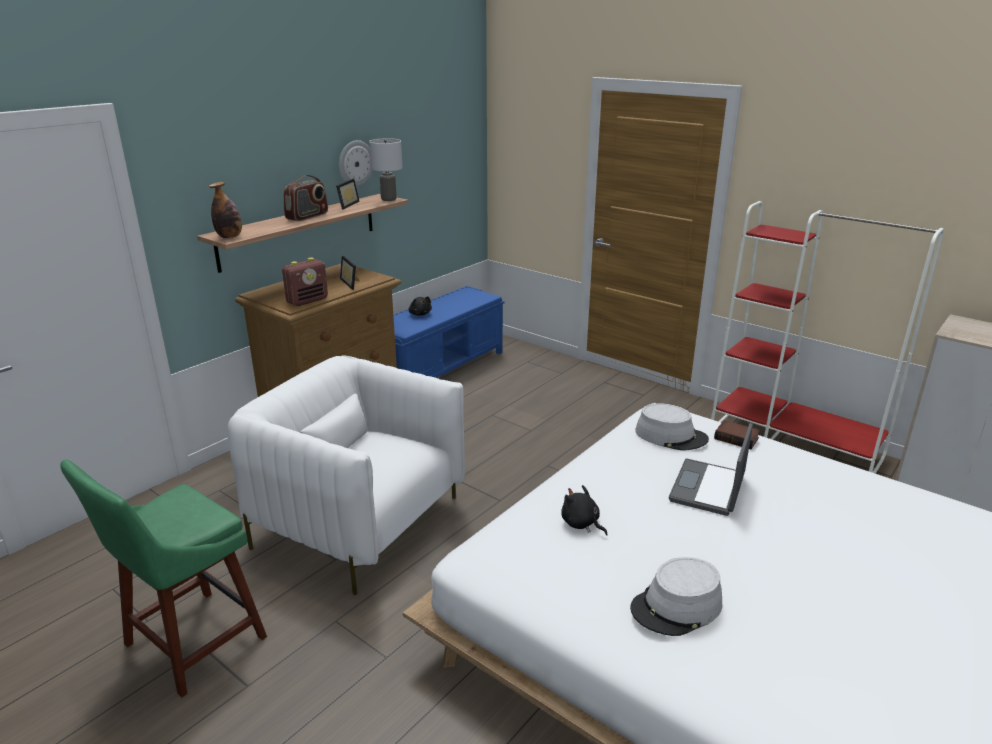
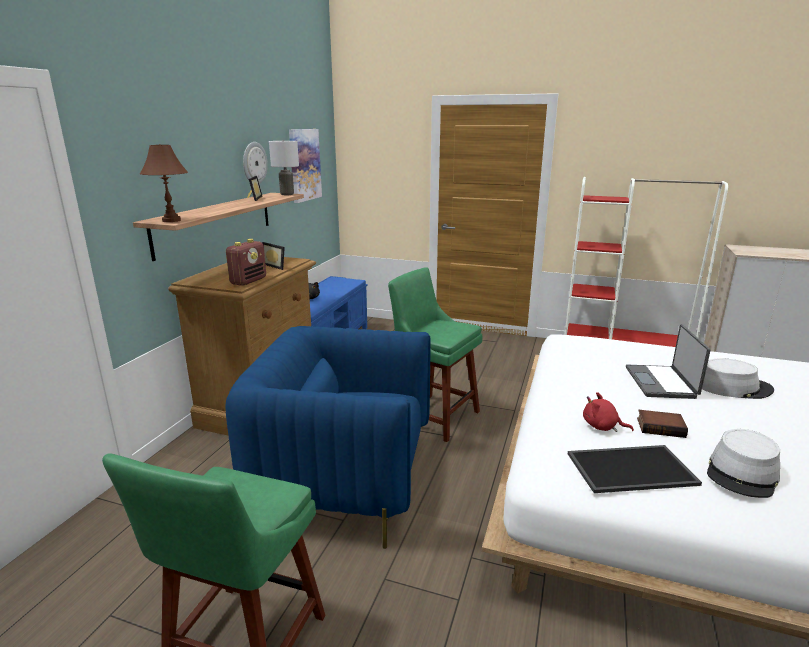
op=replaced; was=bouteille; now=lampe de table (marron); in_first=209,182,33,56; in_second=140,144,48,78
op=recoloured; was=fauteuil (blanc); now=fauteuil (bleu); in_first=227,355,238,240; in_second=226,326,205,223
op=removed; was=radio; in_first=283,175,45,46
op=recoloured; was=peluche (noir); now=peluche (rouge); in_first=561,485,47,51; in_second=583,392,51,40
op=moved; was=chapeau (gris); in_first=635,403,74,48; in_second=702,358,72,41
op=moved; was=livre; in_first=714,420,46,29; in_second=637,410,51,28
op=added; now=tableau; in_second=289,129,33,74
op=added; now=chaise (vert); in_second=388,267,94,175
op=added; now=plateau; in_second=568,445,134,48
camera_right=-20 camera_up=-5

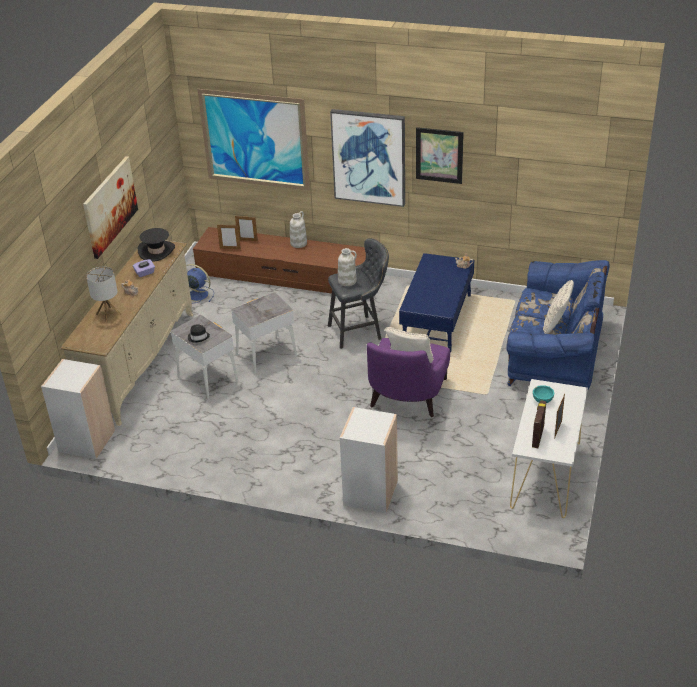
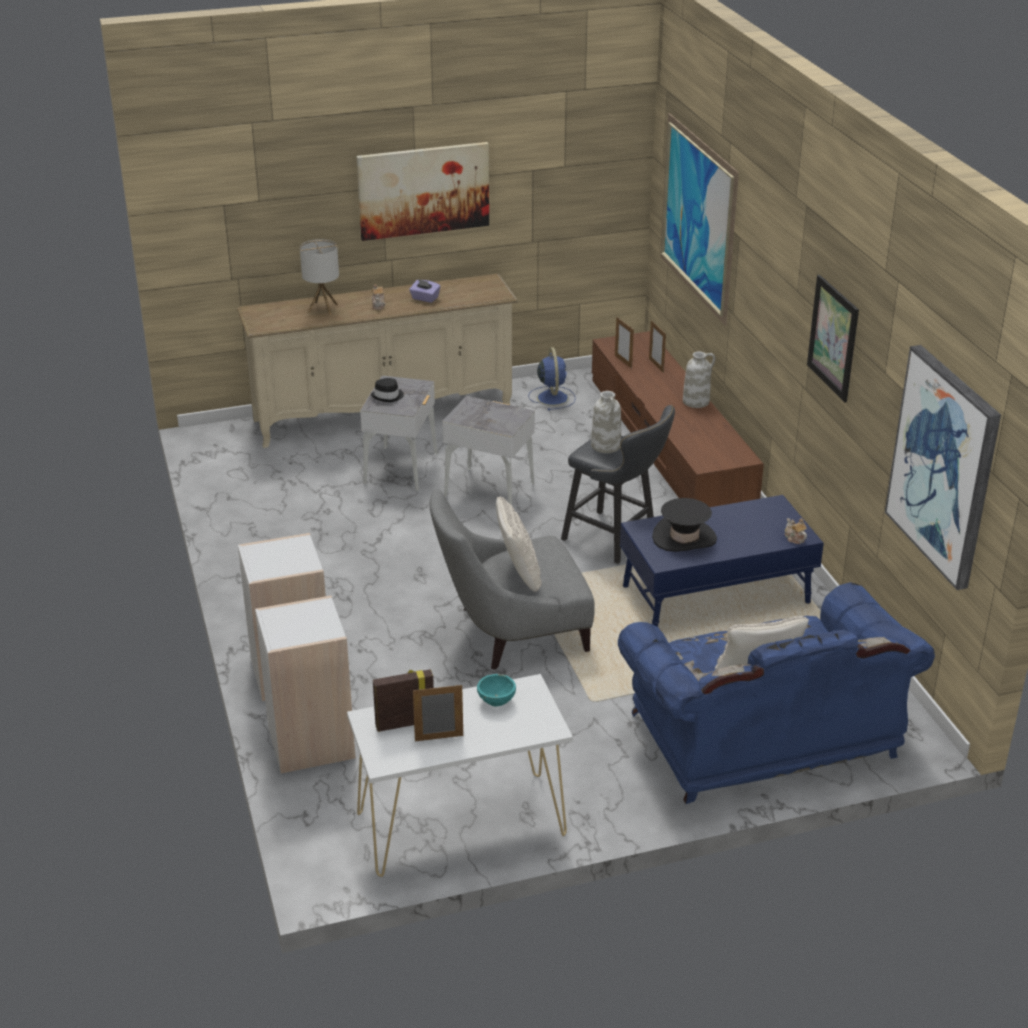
op=moved; was=bibliothèque; in_first=41,359,74,100; in_second=255,596,100,178
op=moved; was=chapeau (noir); in_first=138,228,37,34; in_second=652,498,65,54
op=moved; was=tableau; in_first=330,109,75,98; in_second=885,345,116,245
op=recoloured; was=fauteuil (violet); now=fauteuil (gris); in_first=367,338,83,79; in_second=429,489,166,181
camera_right=55 camera_up=-5

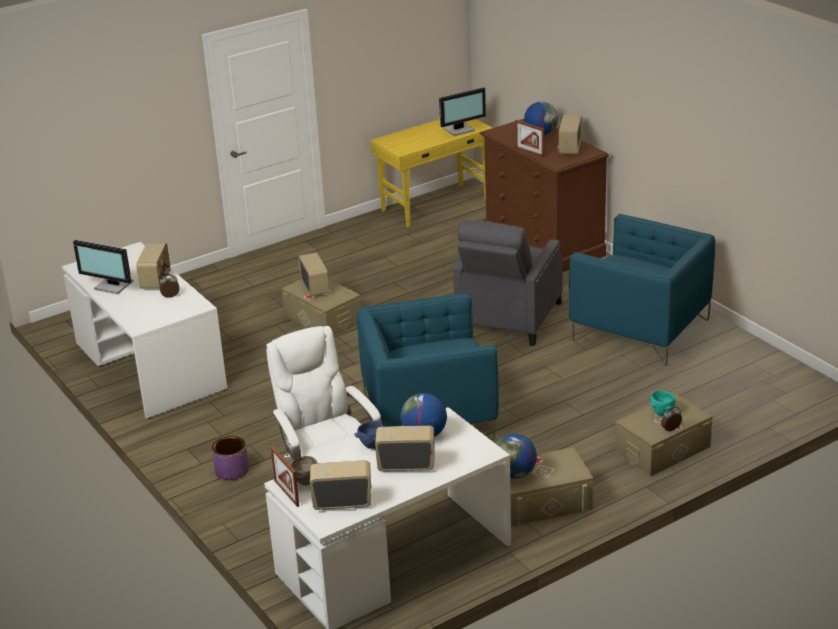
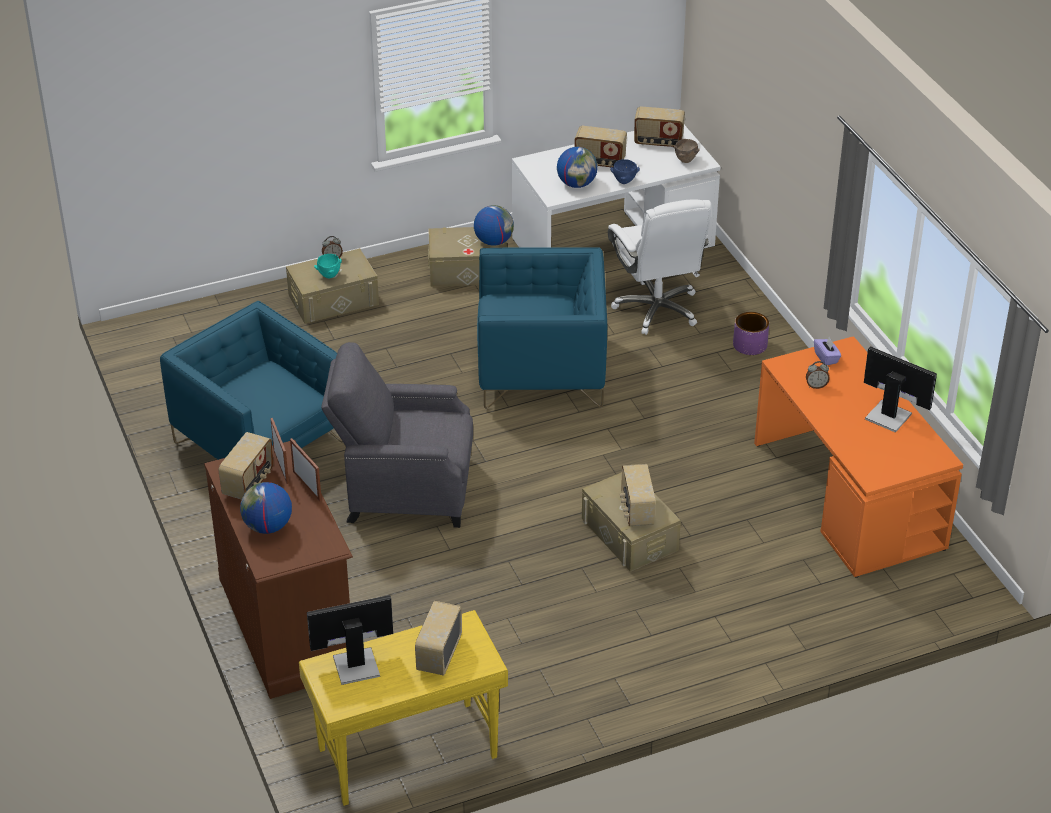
op=recoloured; was=bureau (blanc); now=bureau (orange); in_first=62,242,165,177; in_second=754,336,209,242
op=moved; was=radio; in_first=136,243,35,46; in_second=415,601,47,75
op=moved; was=cadre photo; in_first=271,446,28,61; in_second=270,418,19,66
op=turned; was=fauteuil (gris); in_first=453,220,110,126; in_second=321,342,152,186; clockwise=-120
op=added; now=boîte à mouchoirs (violet); in_second=814,337,27,28
camera_right=-170 camera_up=10

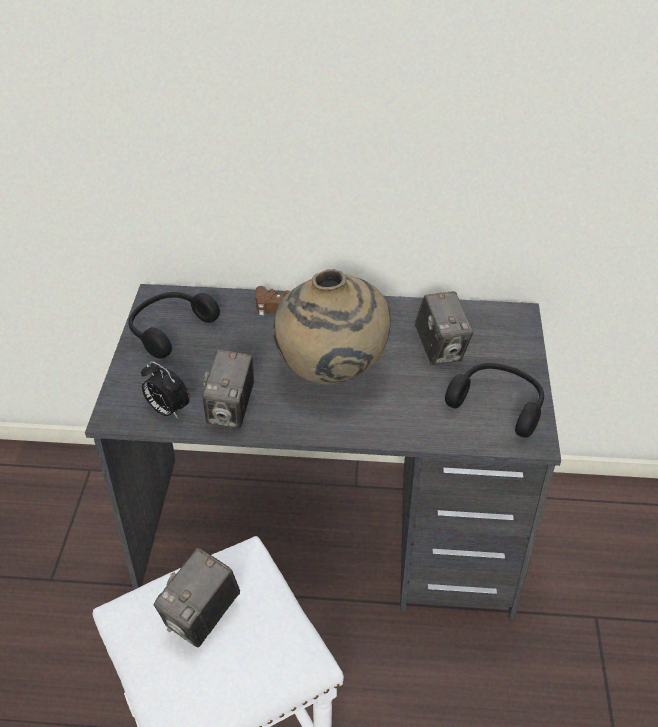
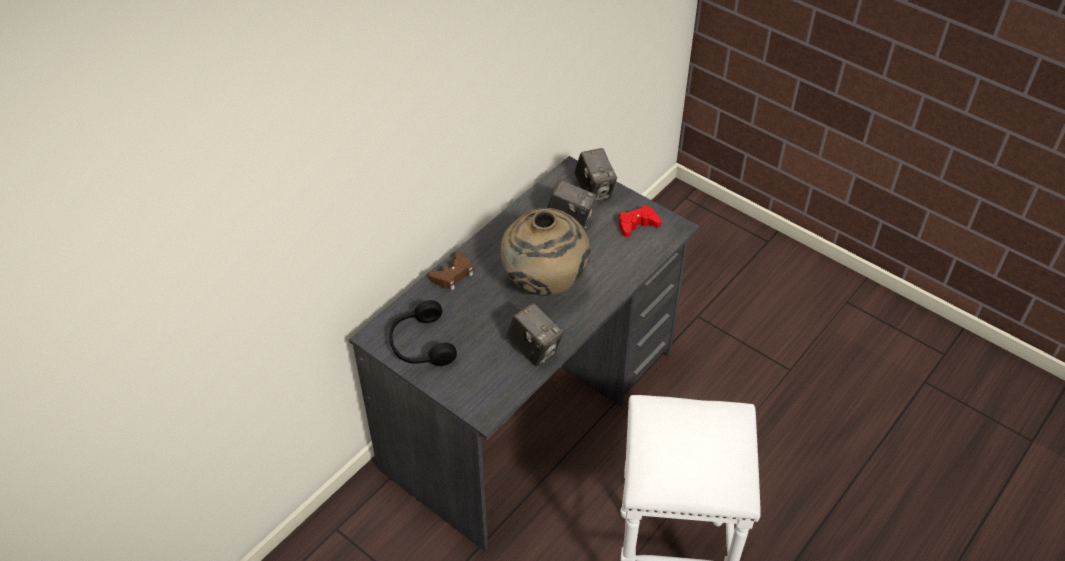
op=removed; was=réveil; in_first=141,361,49,58
op=moved; was=appareil photo; in_first=154,548,86,99; in_second=574,148,43,54
op=replaced; was=casque audio (noir); now=manette (rouge); in_first=445,363,99,75; in_second=619,205,43,32
camera_right=-55 camera_up=5

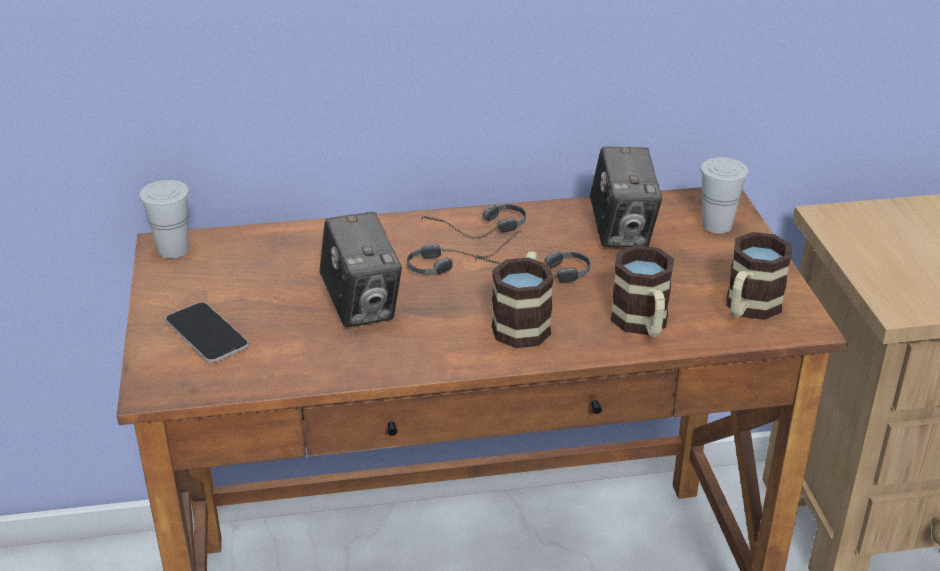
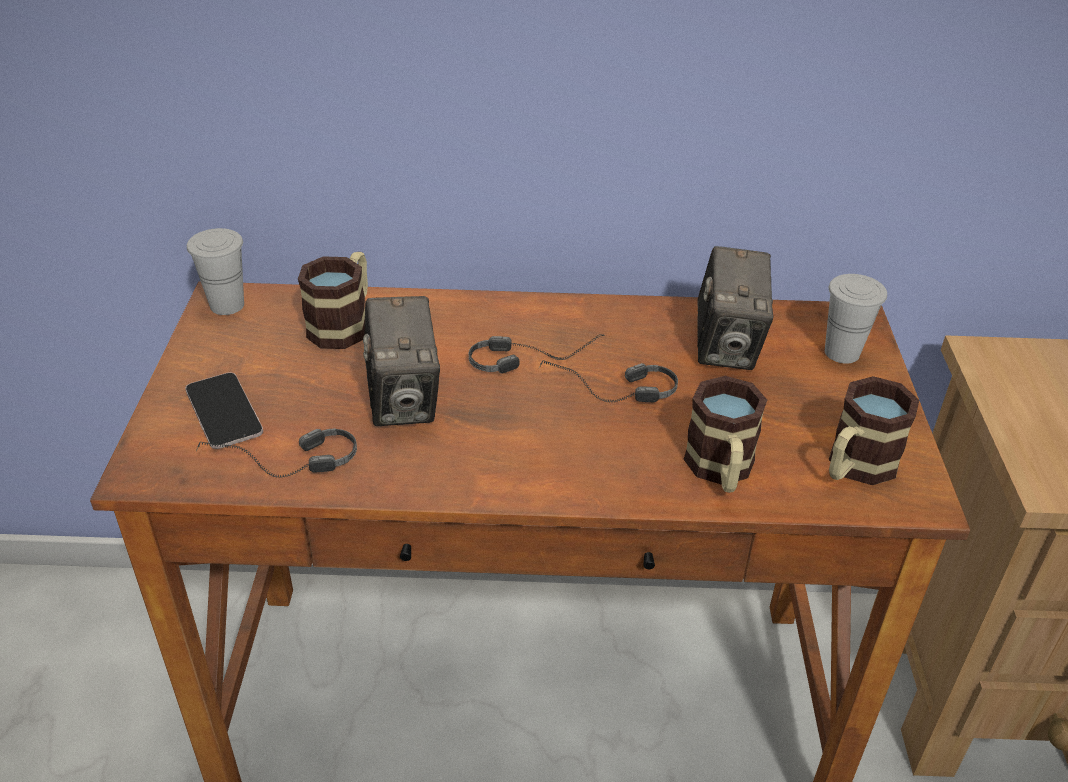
op=moved; was=casque audio; in_first=421,204,105,35; in_second=196,429,161,49
op=moved; was=mug; in_first=492,251,62,97; in_second=298,252,70,97
camera_right=10 camera_up=5

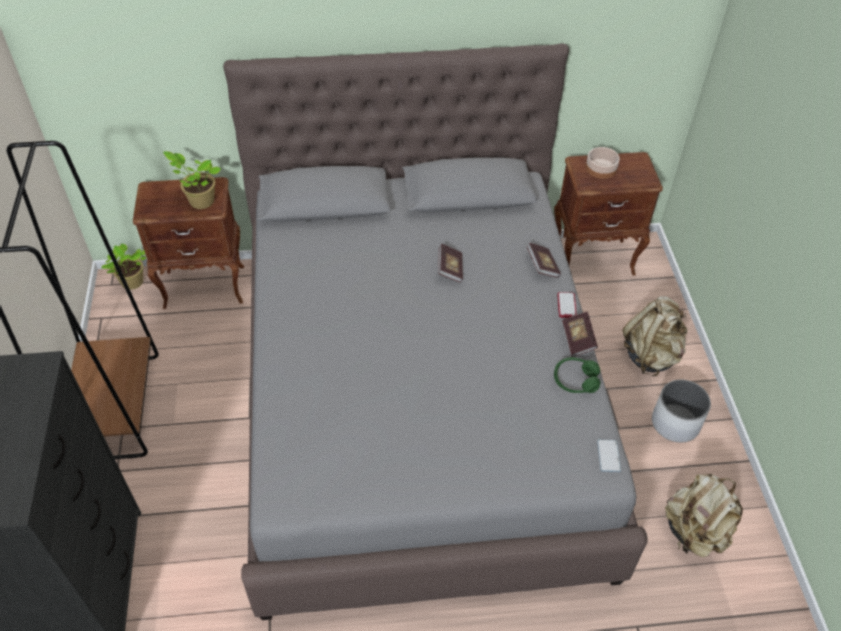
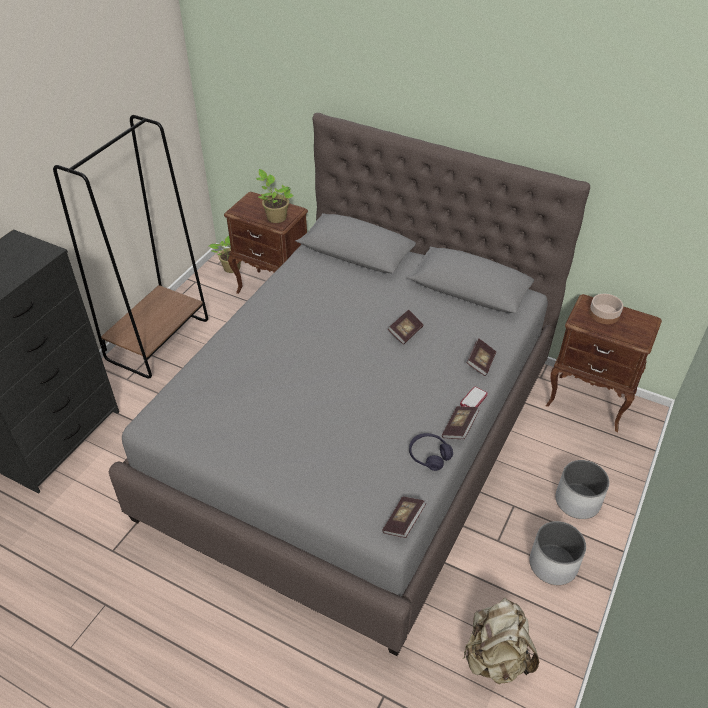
op=recoloured; was=casque audio (vert); now=casque audio (violet); in_first=554,357,47,36; in_second=409,433,44,38
op=replaced; was=téléphone; now=livre; in_first=597,440,24,32; in_second=382,497,44,41
op=replaced; was=sac à dos (beige); now=cache-pot (blanc); in_first=622,296,65,80; in_second=555,460,54,59
camera_right=35 camera_up=-5

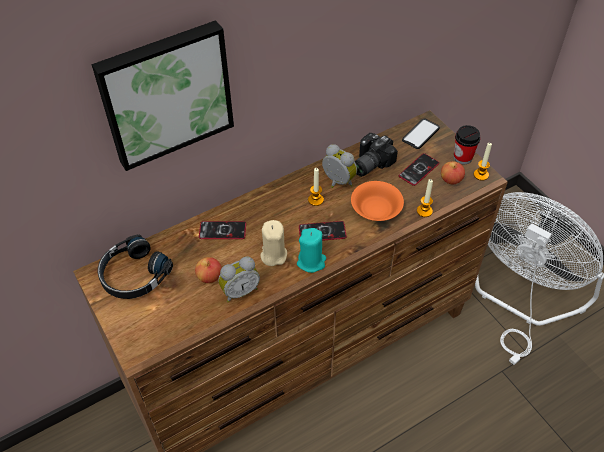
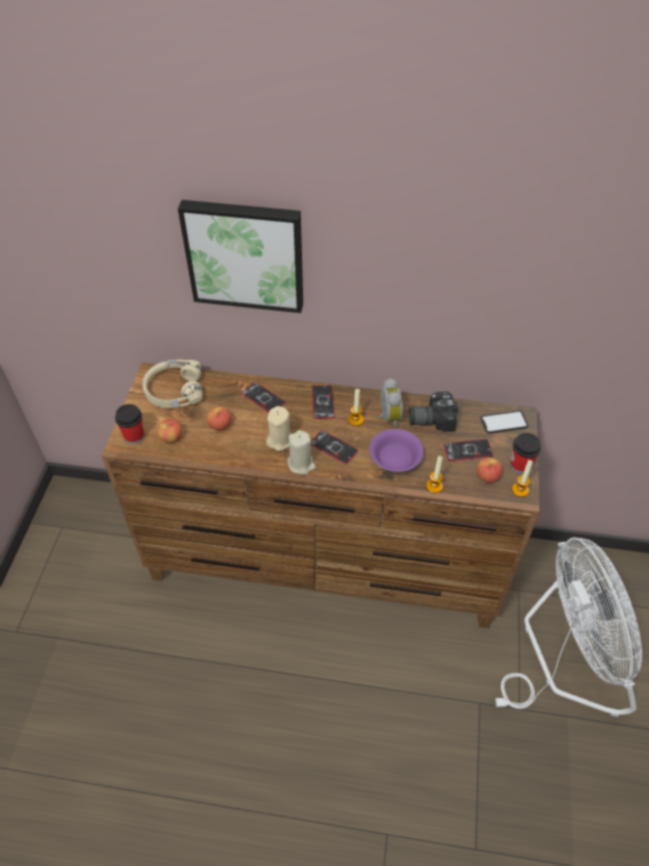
op=recoloured; was=casque audio (noir); now=casque audio (beige); in_first=98,235,75,64; in_second=142,360,61,48
op=removed; was=réveil; in_first=218,257,42,46
op=recoloured; was=bougie (turquoise); now=bougie (beige); in_first=297,228,29,45; in_second=287,430,29,45
op=recoloured; was=bol (orange); now=bol (violet); in_first=351,181,53,40; in_second=369,429,55,43
op=added; now=tasse; in_second=115,404,30,40
op=added; now=pomme; in_second=157,419,25,24
op=added; now=téléphone; in_second=312,385,23,34
camera_right=40 camera_up=0

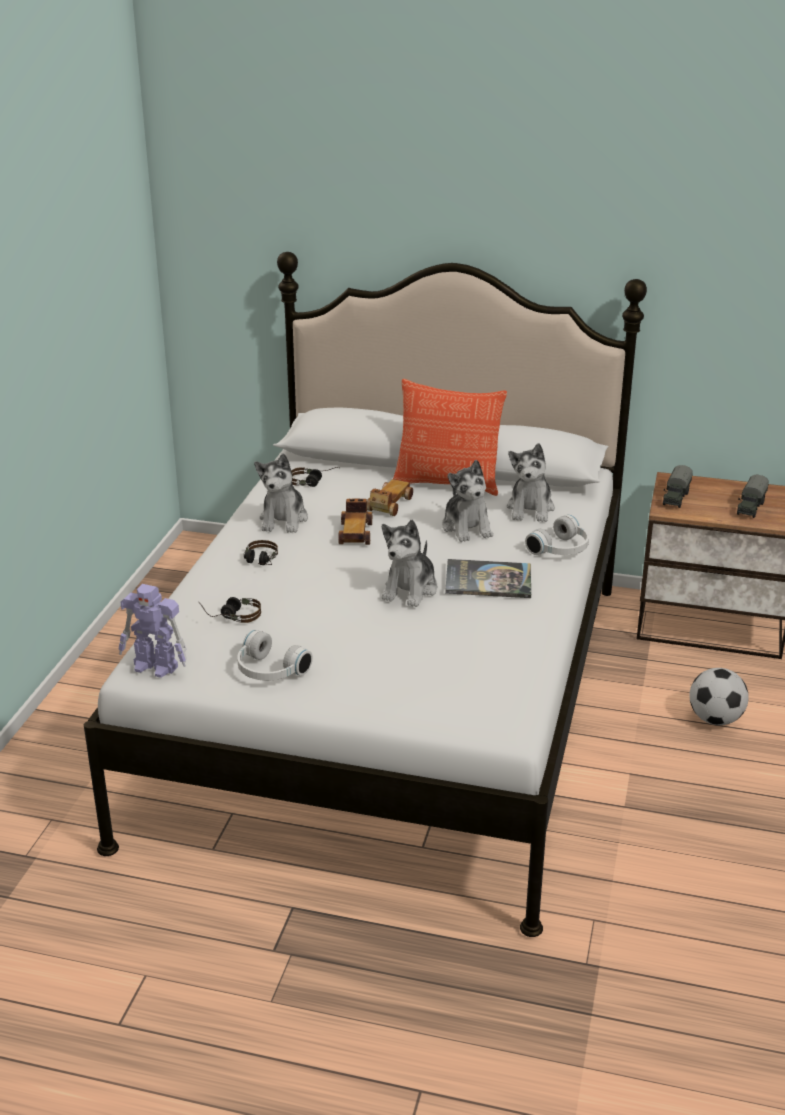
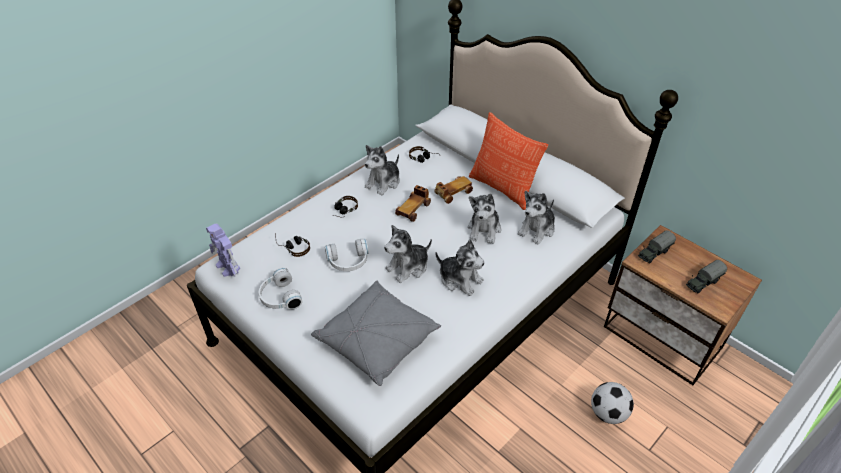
op=replaced; was=livre; now=peluche; in_first=445,559,86,39; in_second=435,240,50,56
op=moved; was=casque audio (blanc); in_first=525,514,64,41; in_second=325,239,44,32
op=added; now=coussin (gris); in_second=311,281,130,105
camera_right=30 camera_up=15

